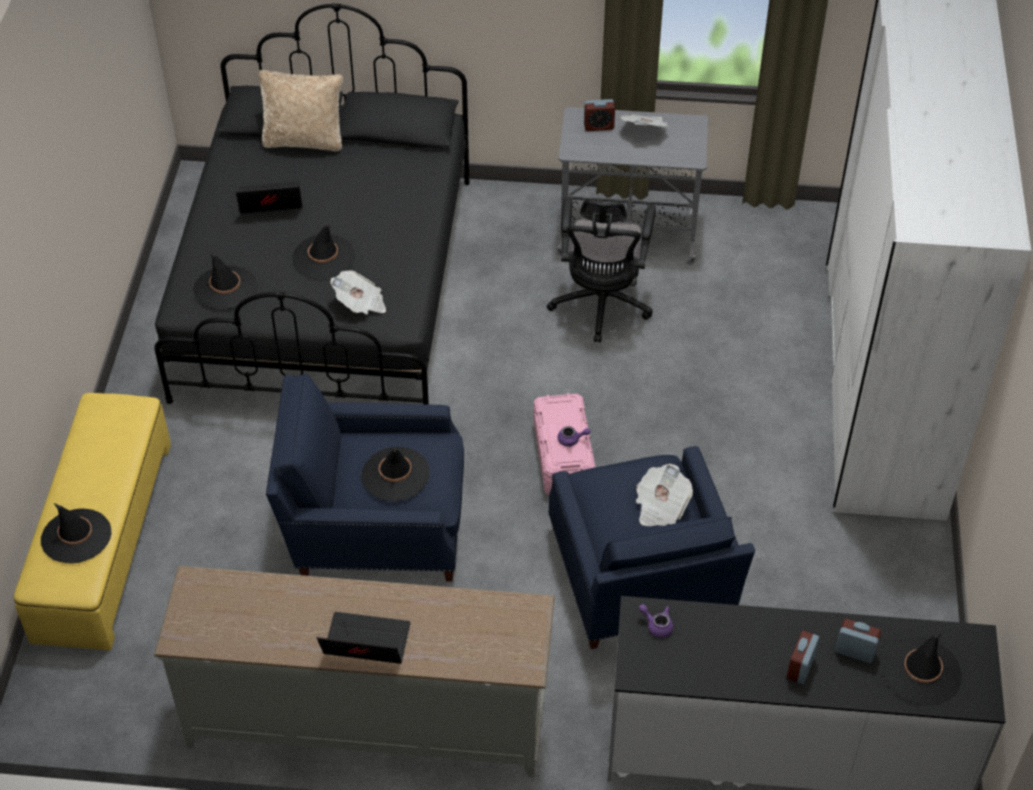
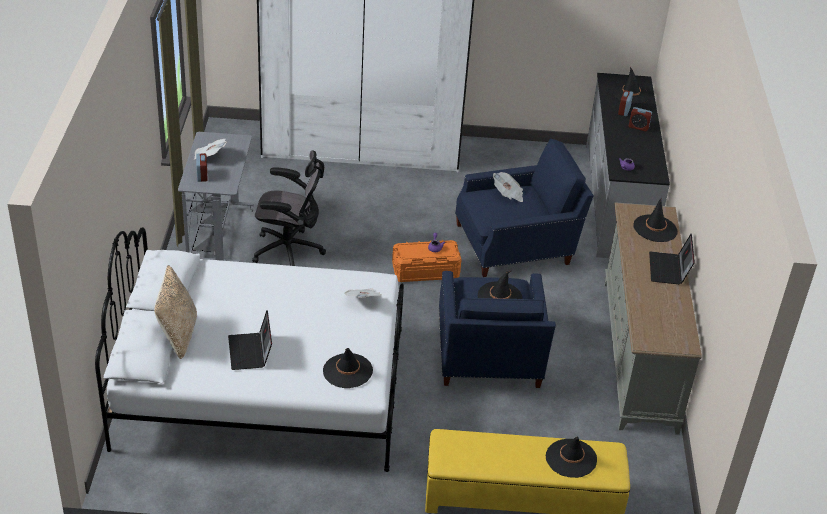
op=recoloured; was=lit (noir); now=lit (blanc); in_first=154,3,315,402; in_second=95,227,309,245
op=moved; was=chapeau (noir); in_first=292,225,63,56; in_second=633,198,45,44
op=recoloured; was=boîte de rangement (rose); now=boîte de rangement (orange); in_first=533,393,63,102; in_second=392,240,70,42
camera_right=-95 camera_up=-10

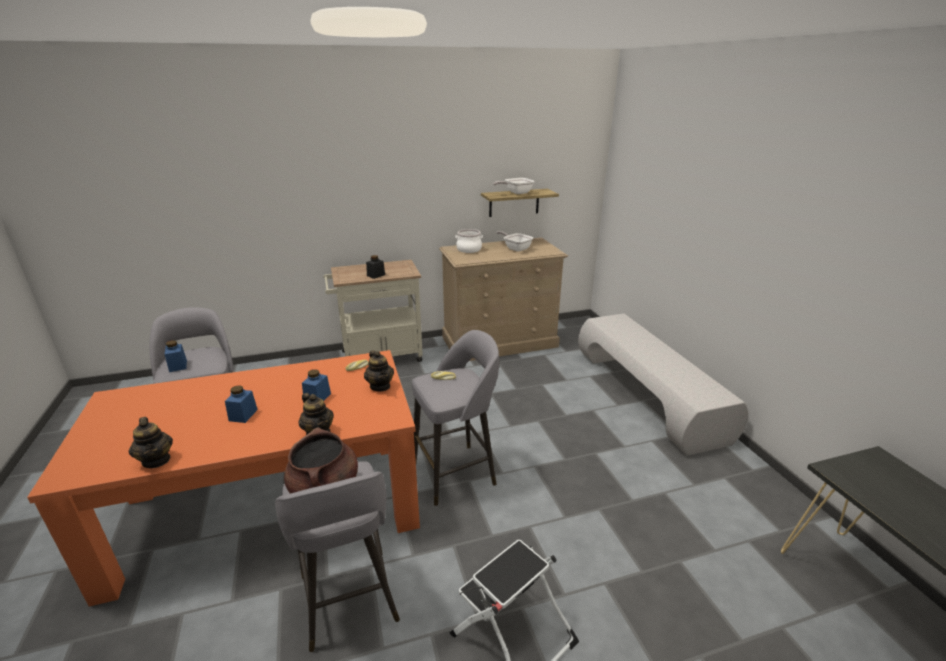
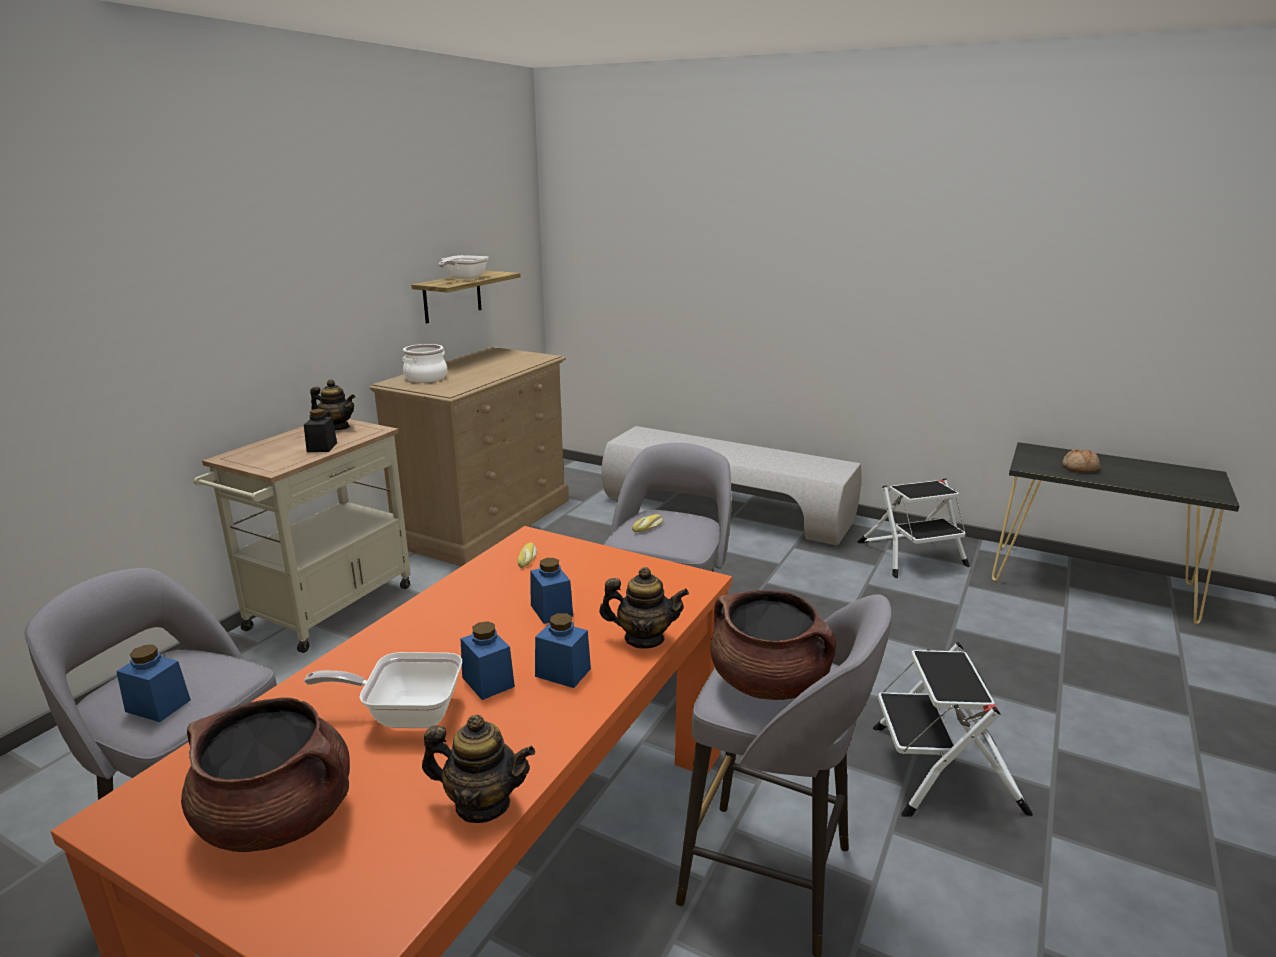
op=moved; was=théière; in_first=364,350,30,42; in_second=310,380,45,50
op=moved; was=poêle; in_first=496,231,37,21; in_second=304,652,158,76
op=added; now=marmite (marron); in_second=181,697,169,155
op=added; now=bocal (bleu); in_second=535,613,56,75
op=added; now=escabeau; in_second=857,478,113,100
op=added; now=pain; in_second=1062,449,38,23
camera_right=-45 camera_up=-5

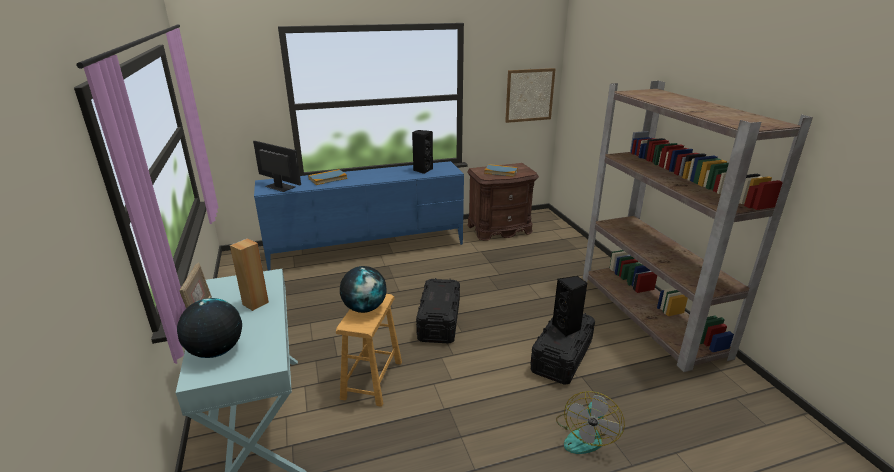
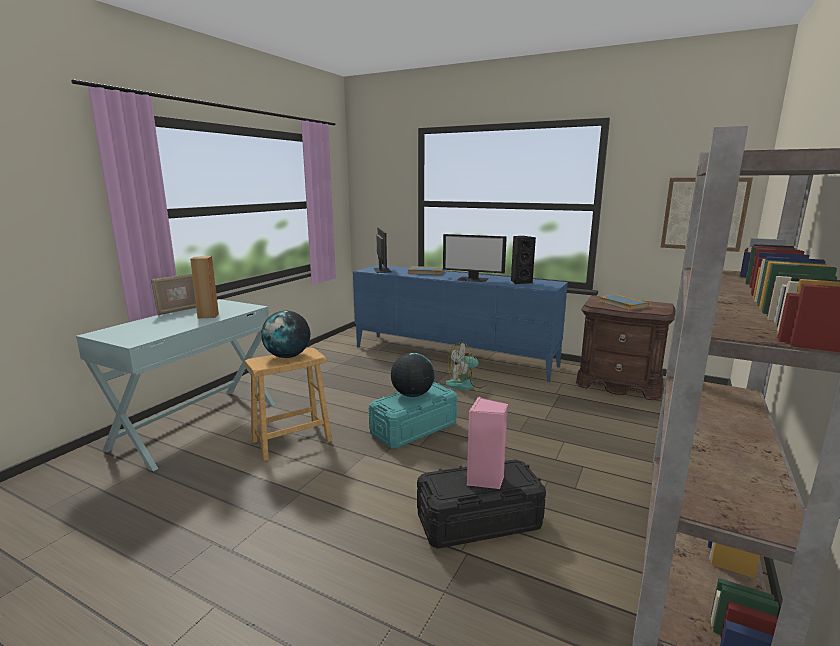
op=moved; was=globe; in_first=177,298,65,60; in_second=391,353,44,44
op=recoloured; was=boîte de rangement (noir); now=boîte de rangement (turquoise); in_first=416,278,44,66; in_second=369,382,88,66
op=recoloured; was=enceinte (noir); now=enceinte (rose); in_first=552,276,35,61; in_second=467,397,41,92
op=moved; was=ventilateur; in_first=556,391,69,63; in_second=445,341,42,49
op=added; now=écran d'ordinateur; in_second=443,234,64,48
camera_right=45 camera_up=-10

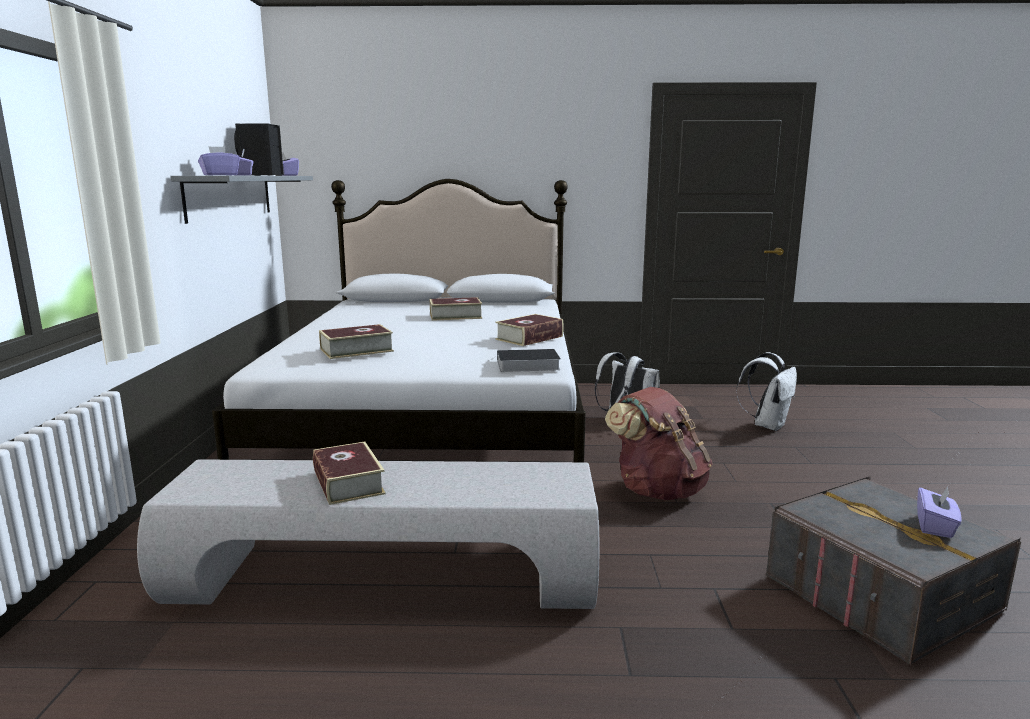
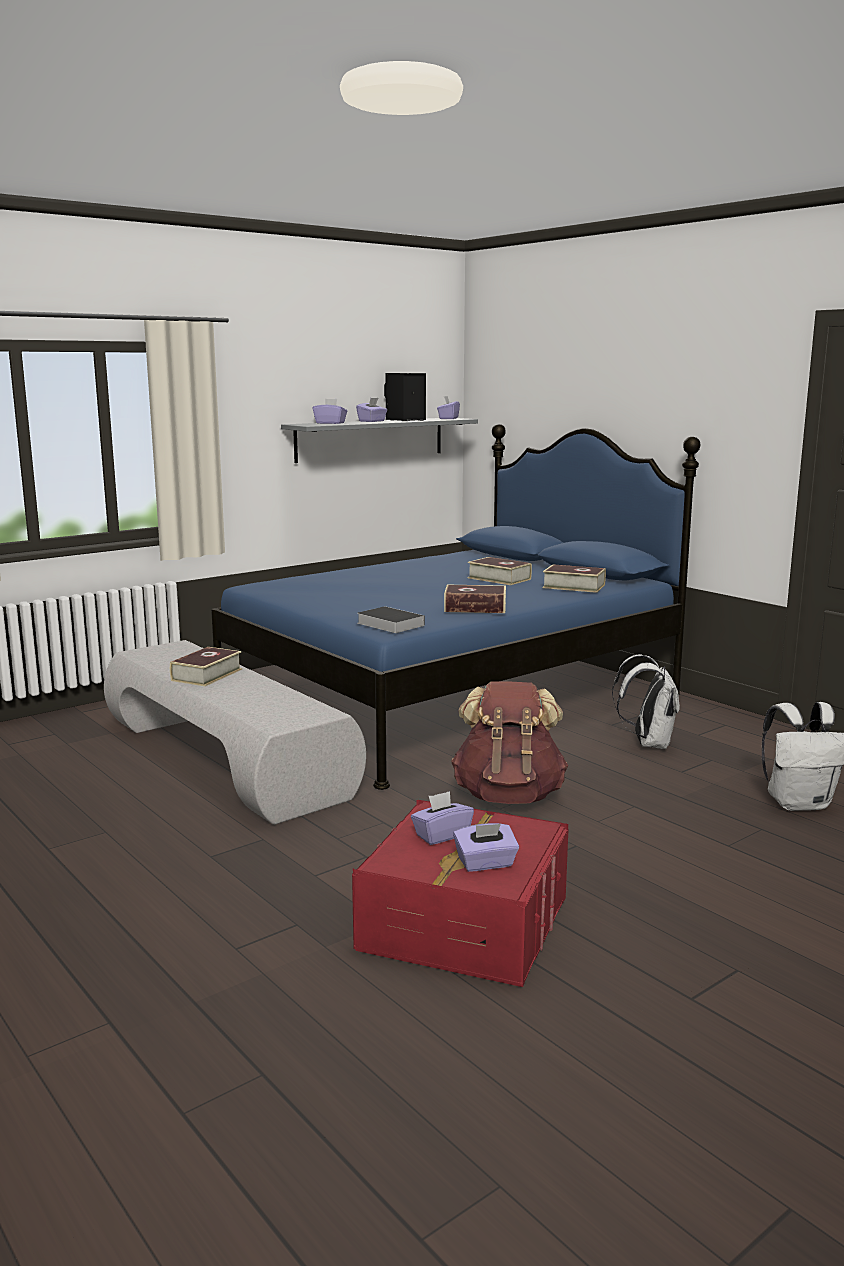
op=recoloured; was=lit (blanc); now=lit (bleu); in_first=212,179,374,283; in_second=211,424,489,366
op=moved; was=livre; in_first=319,324,75,35; in_second=543,564,63,29
op=recoloured; was=boîte de rangement (gris); now=boîte de rangement (rouge); in_first=766,477,255,187; in_second=352,800,217,187
op=added; now=boîte à mouchoirs (violet); in_second=411,791,63,54
camera_right=50 camera_up=0

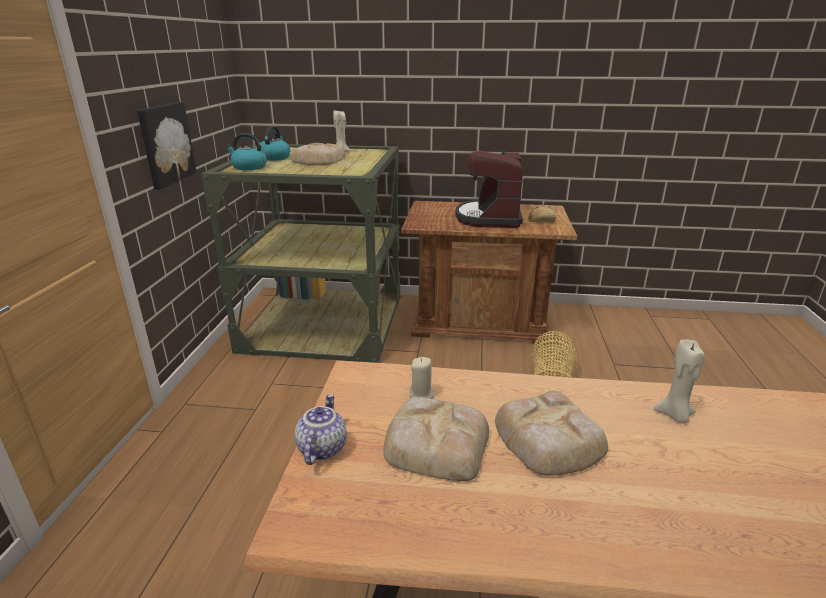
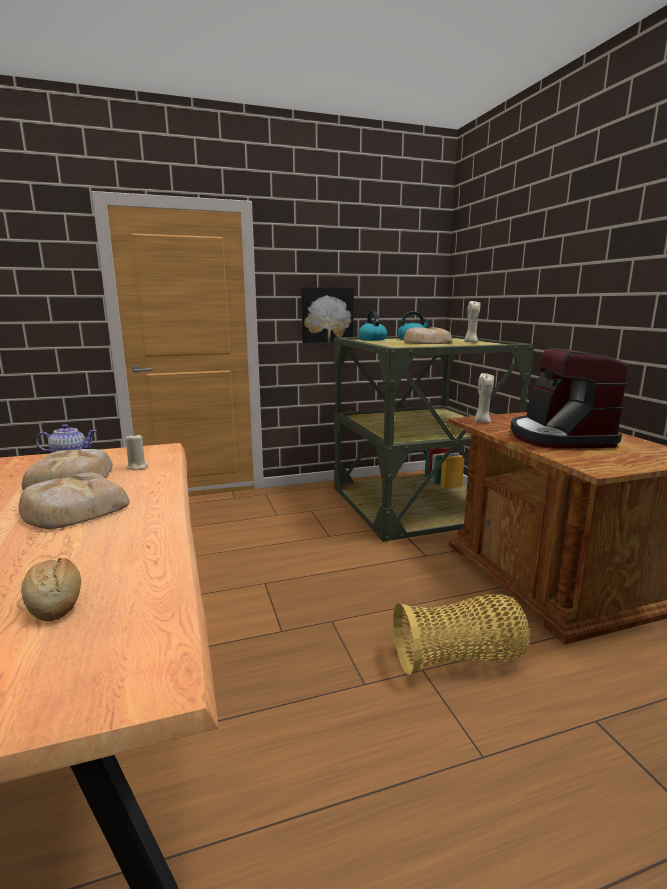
op=turned; was=machine à café; in_first=455,151,68,77; in_second=511,348,117,101; clockwise=-75
op=moved; was=pain; in_first=528,206,28,16; in_second=21,557,60,64
op=moved; was=bougie (beige); in_first=654,339,51,84; in_second=474,373,20,50
camera_right=65 camera_up=-10

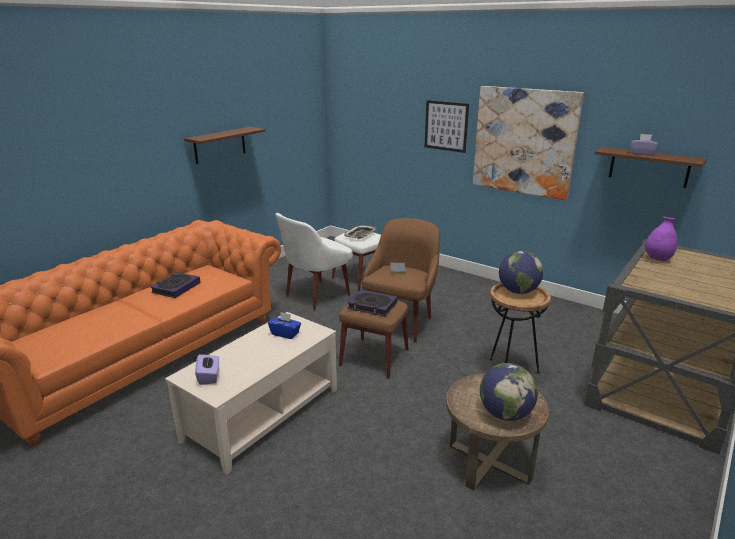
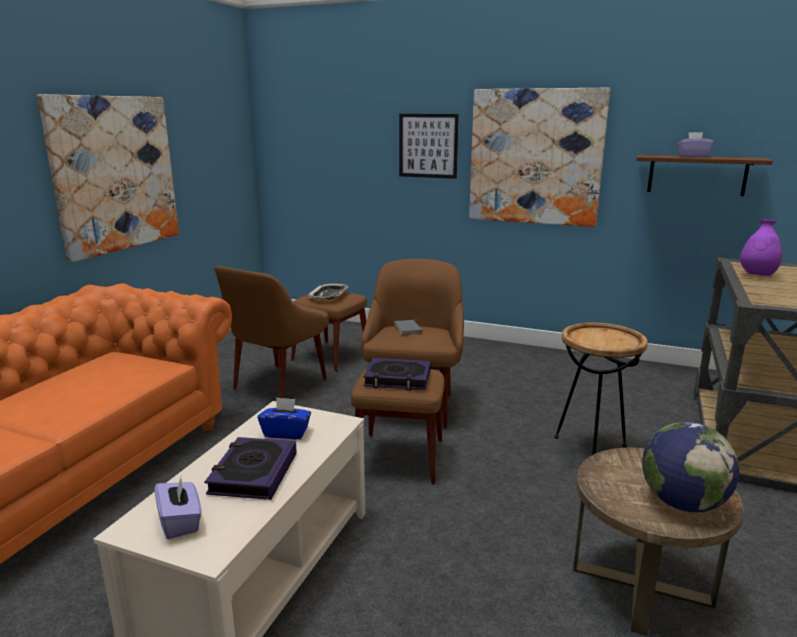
op=moved; was=livre; in_first=150,272,50,26; in_second=205,437,92,63
op=replaced; was=étagère (marron); now=tableau; in_first=184,127,82,37; in_second=37,94,142,168
op=recoloured; was=fauteuil (blanc); now=fauteuil (marron); in_first=275,213,106,97; in_second=214,265,153,133
op=removed; was=globe; in_first=499,251,44,43
camera_right=-15 camera_up=-5

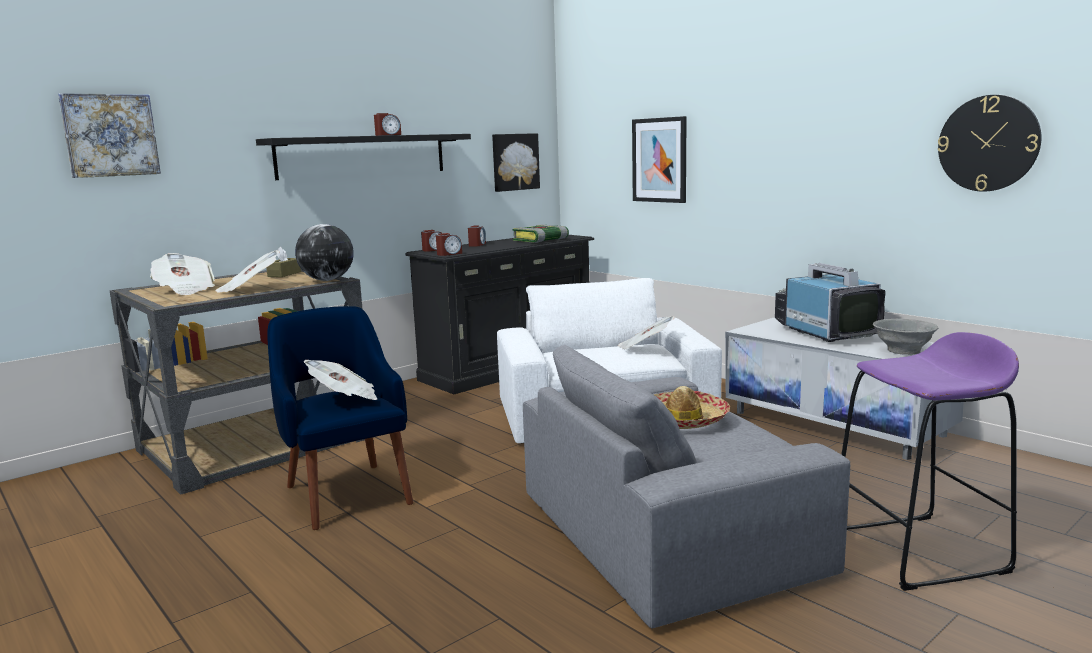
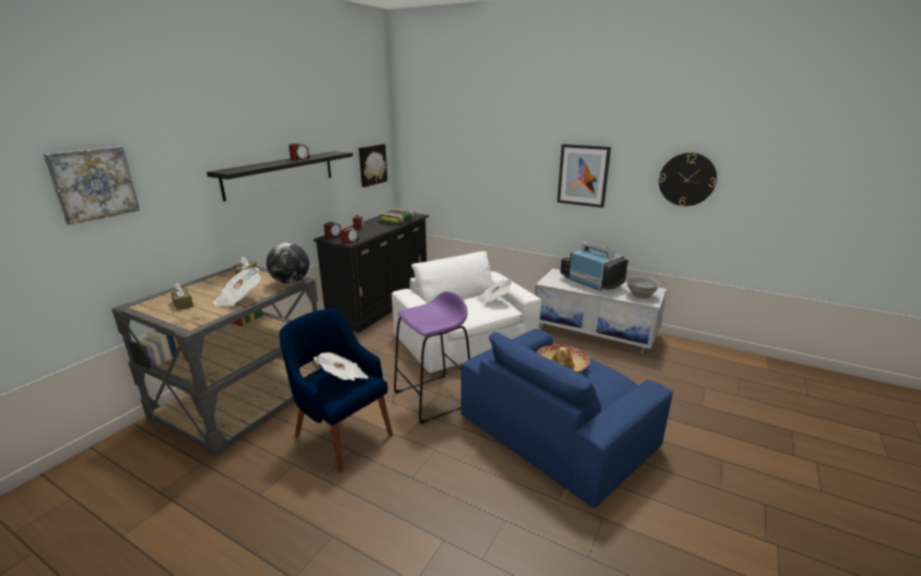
op=replaced; was=journal; now=boîte à mouchoirs (marron); in_first=150,253,65,42; in_second=170,283,24,27
op=recoloured; was=fauteuil (gris); now=fauteuil (bleu); in_first=523,345,327,283; in_second=461,329,212,180
op=moved; was=tableau; in_first=632,116,55,87; in_second=557,144,54,64
op=moved; was=tabouret (violet); in_first=841,332,178,259; in_second=394,291,76,133
camera_right=-20 camera_up=10

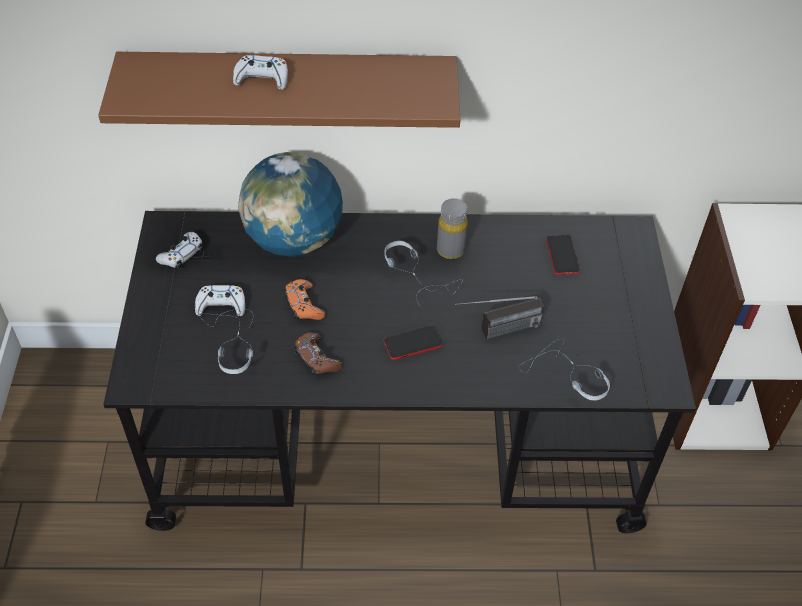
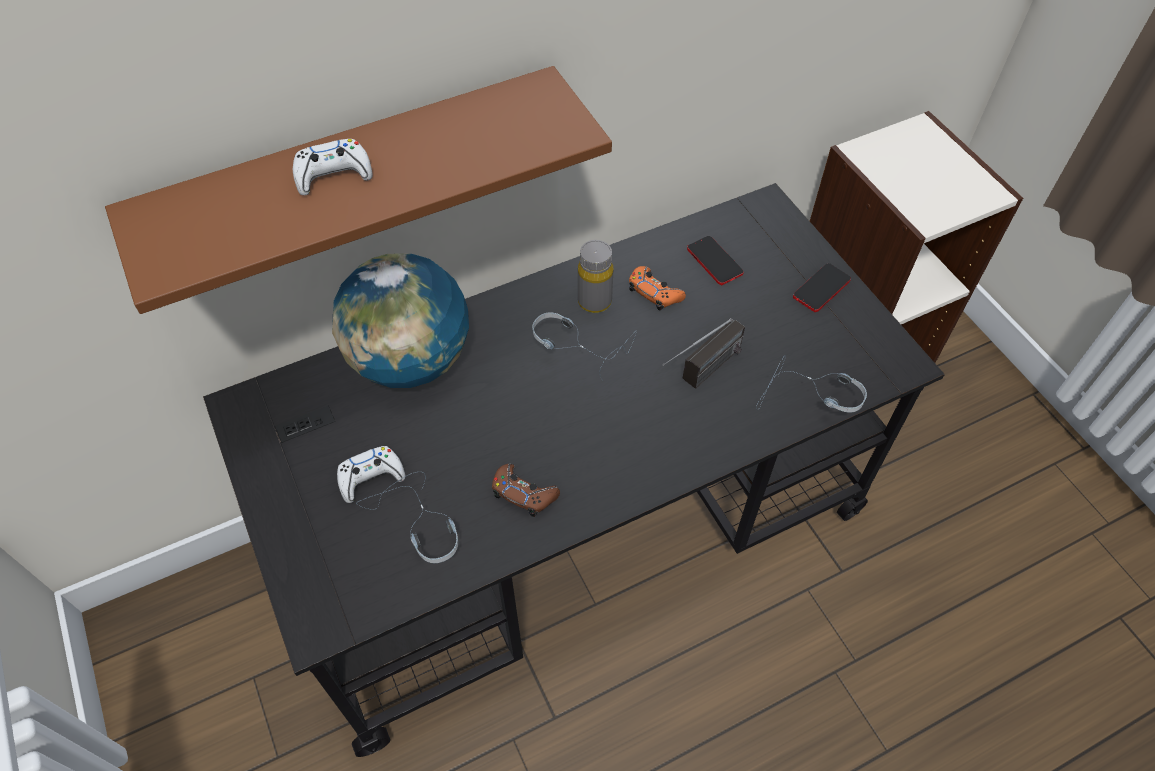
op=removed; was=manette (blanc); in_first=156,232,47,37
op=moved; was=manette (orange); in_first=285,279,40,41; in_second=629,266,57,45
op=moved; was=téléphone; in_first=383,326,59,34; in_second=793,263,58,49
camera_right=-25 camera_up=5

